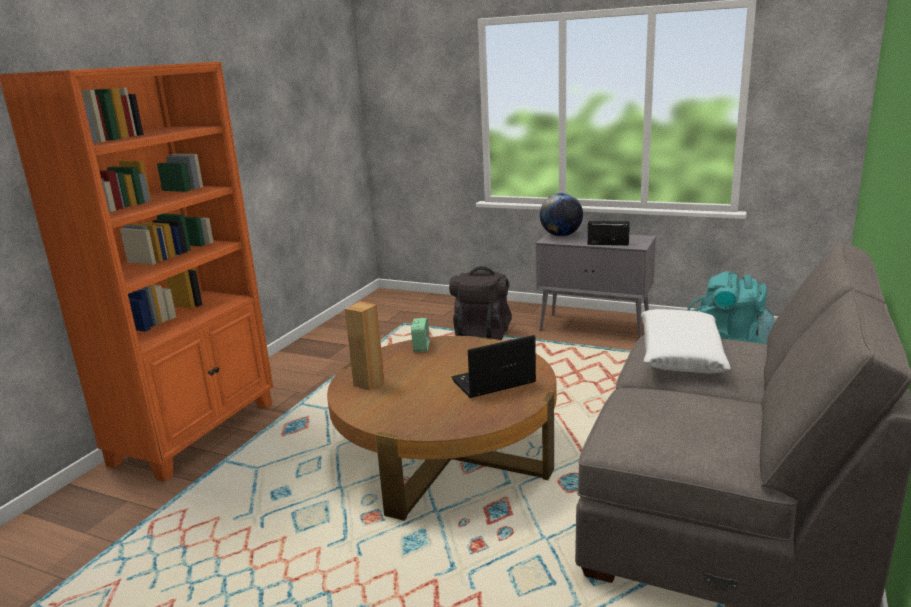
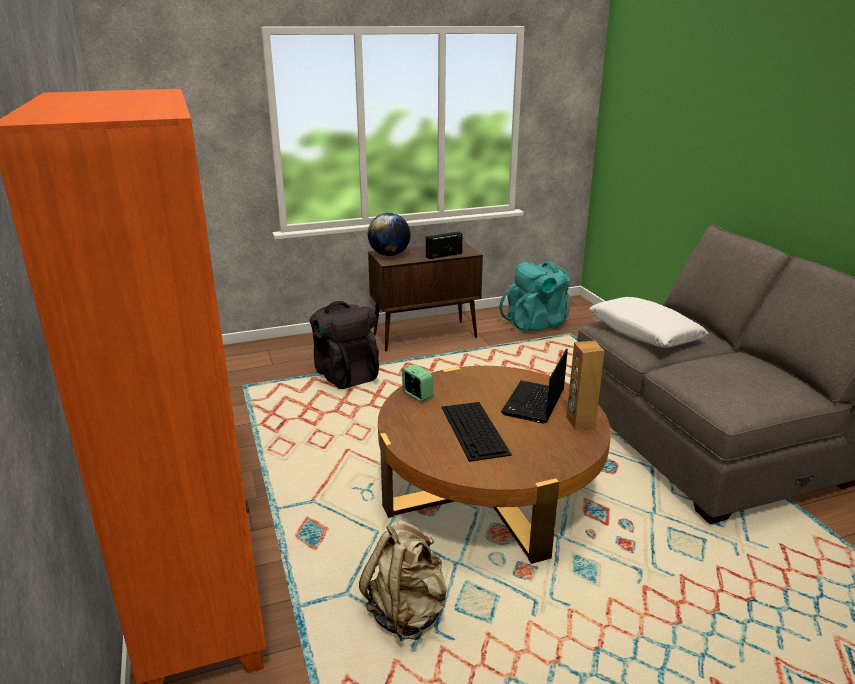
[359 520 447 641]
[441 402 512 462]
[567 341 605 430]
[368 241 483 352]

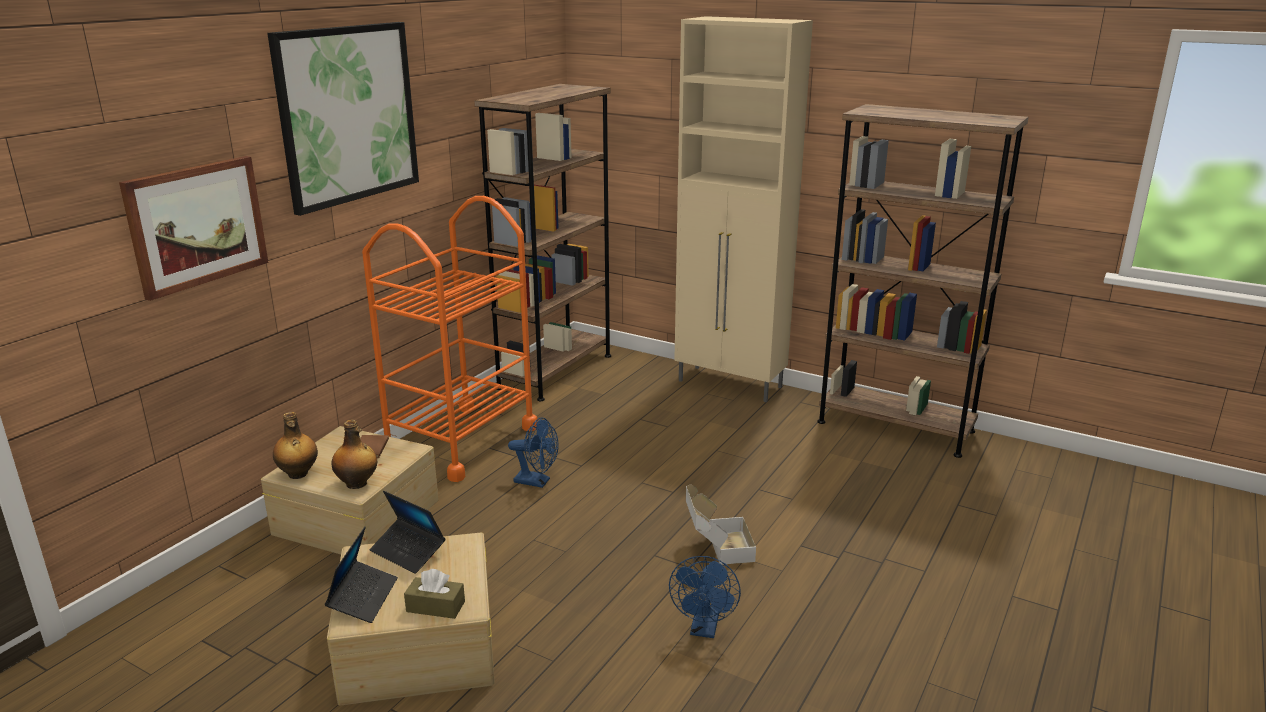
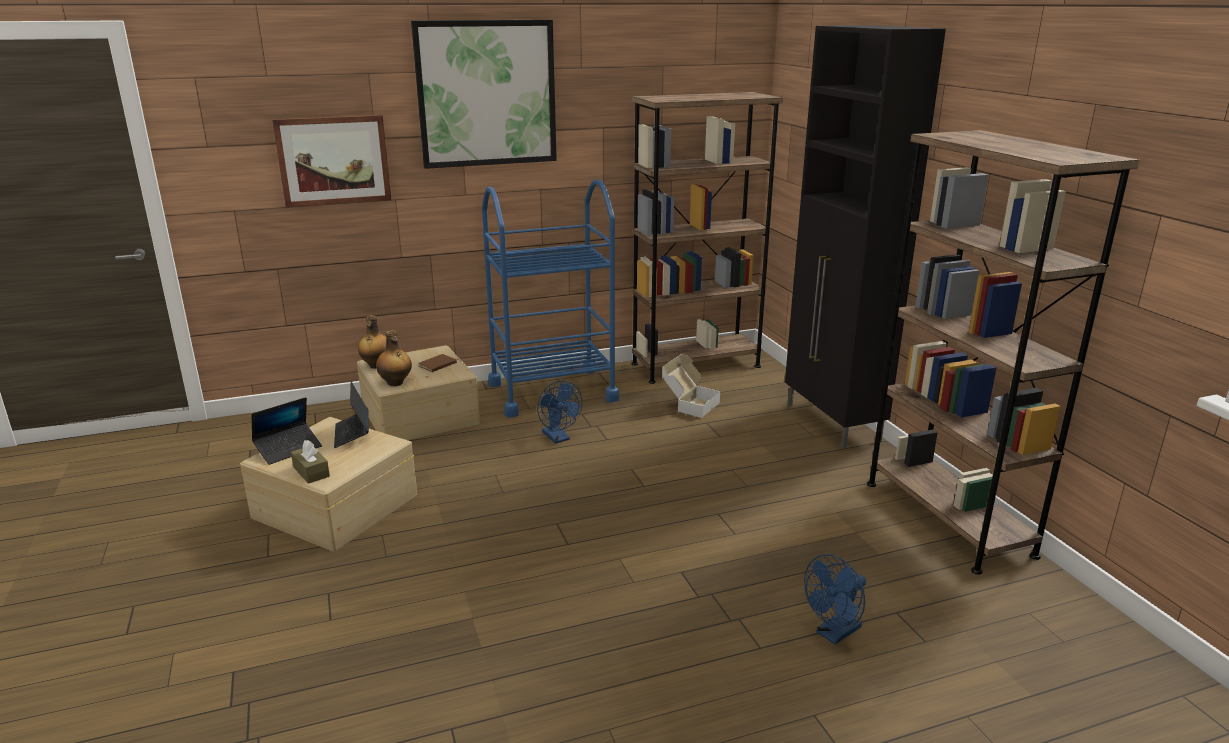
[804 554 866 645]
[662 354 720 418]
[482 179 619 417]
[785 25 946 449]

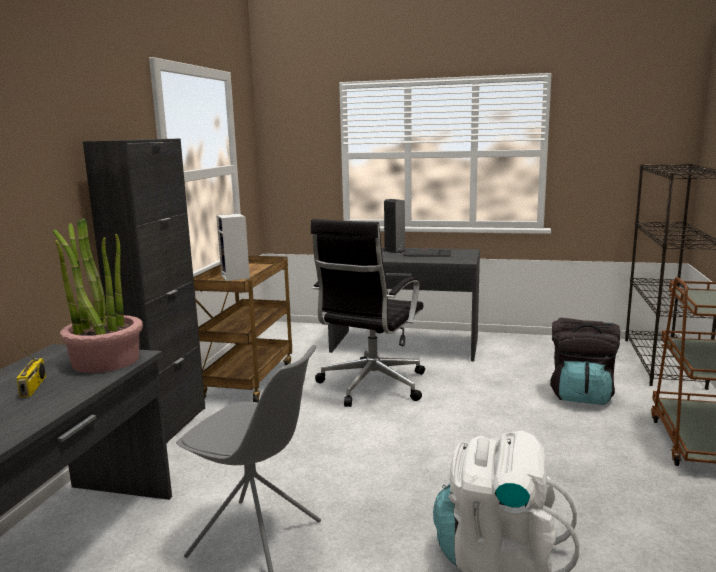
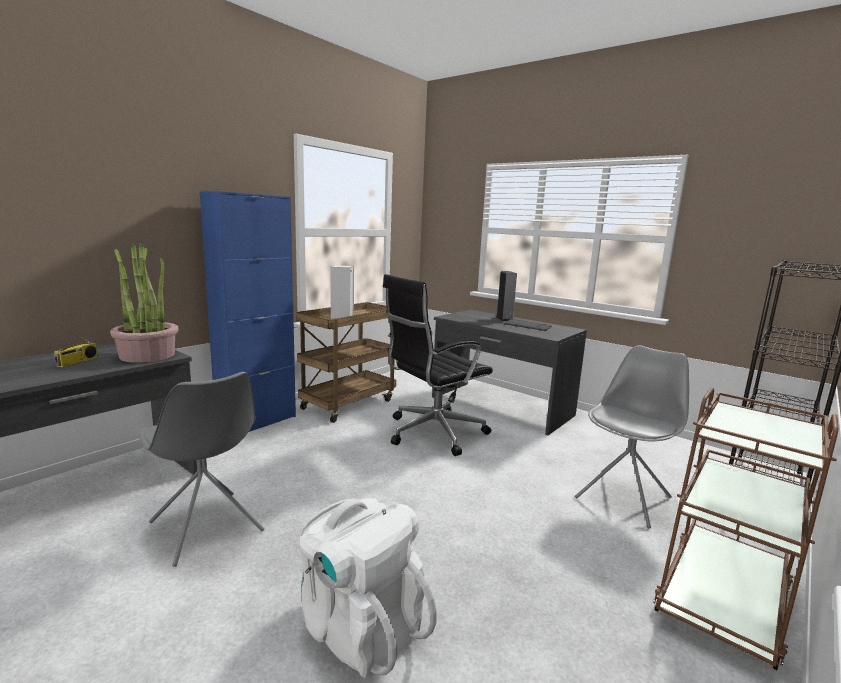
[575 345 689 528]
[200 191 296 432]

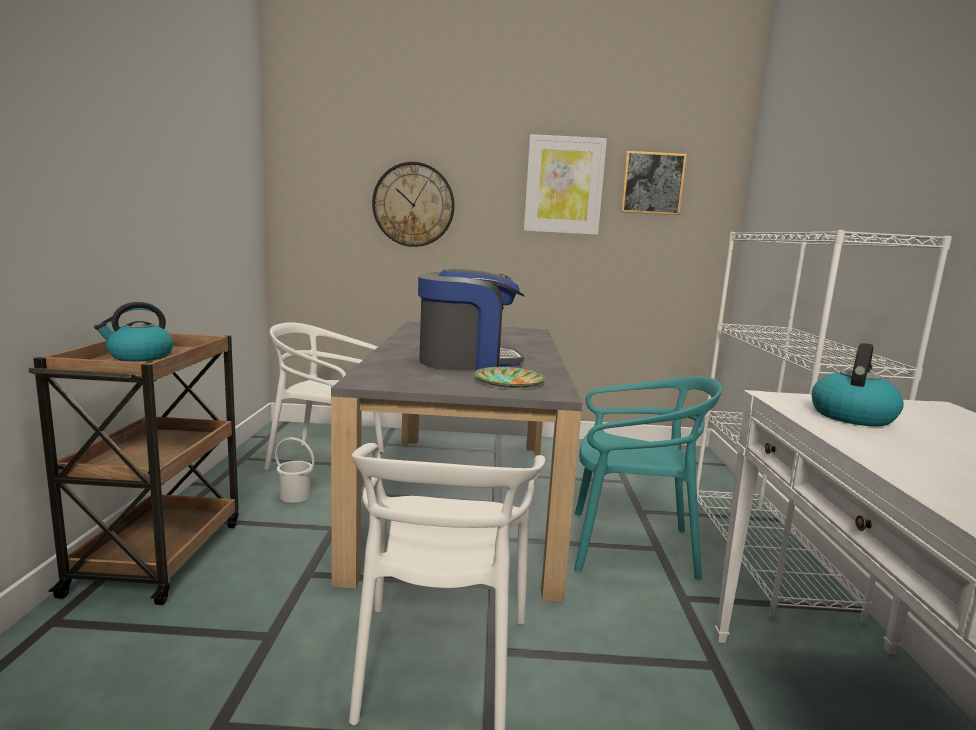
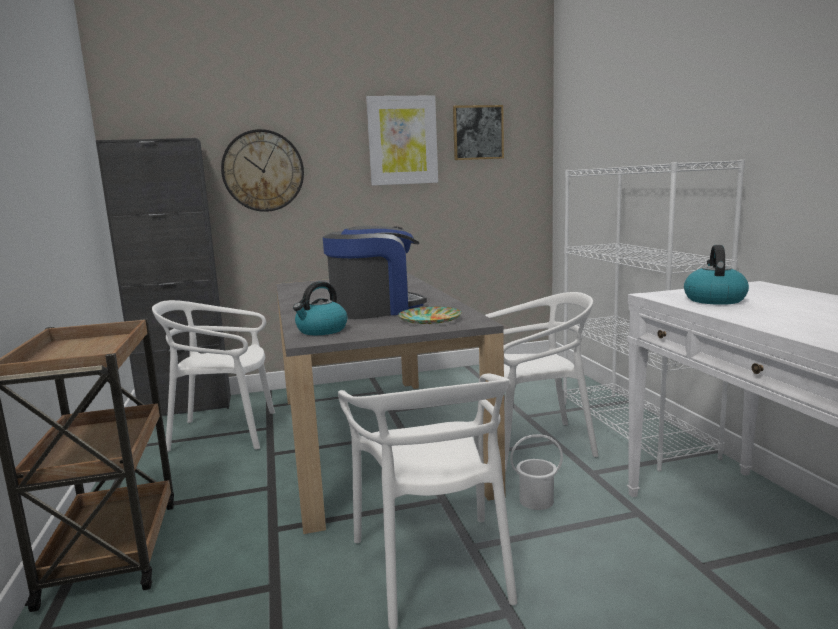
[96 138 231 416]
[293 281 348 335]
[510 434 563 510]
[477 292 599 472]

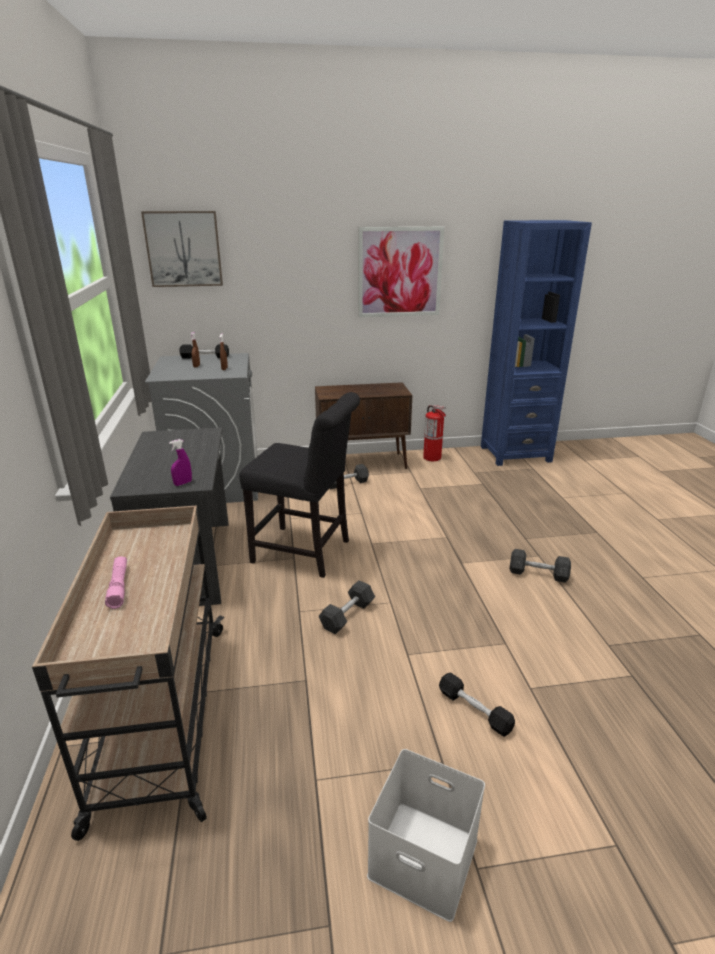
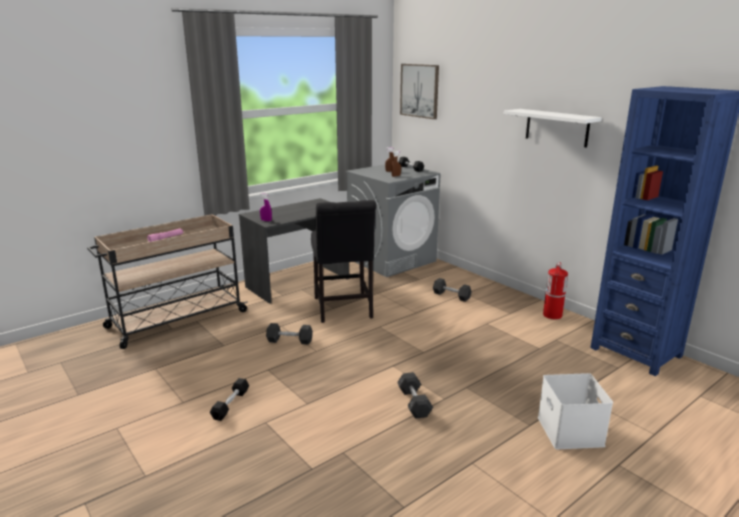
[315 382 412 469] (first image)
[538 373 613 449]
[504 109 602 147]

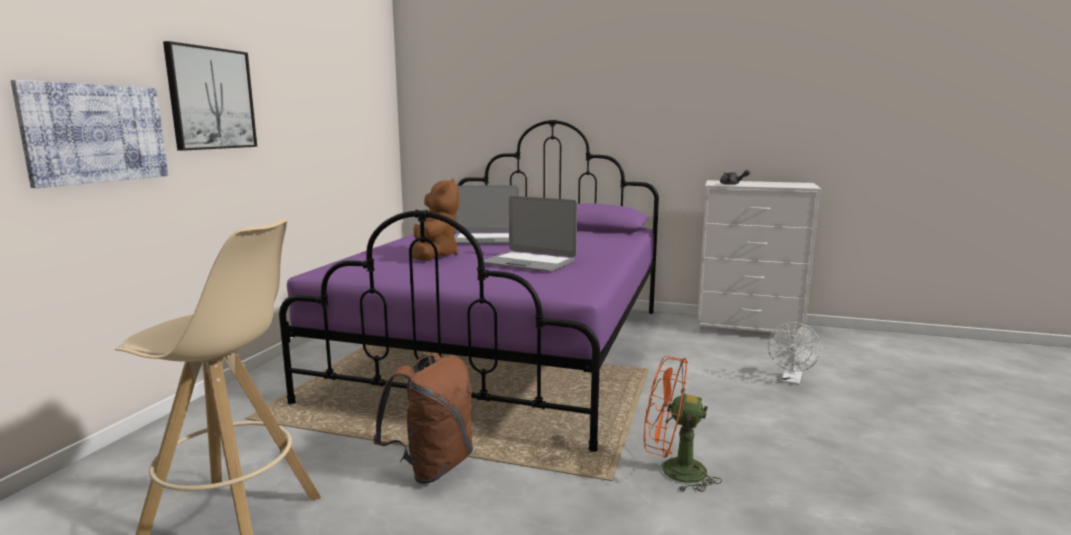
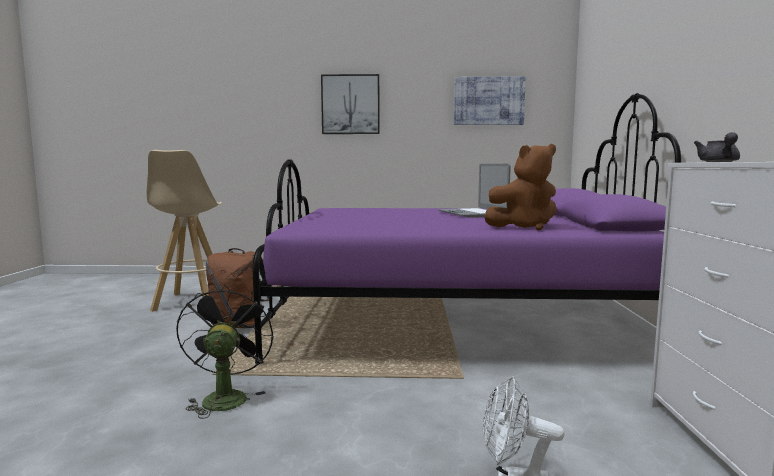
[484 196 577 272] (first image)
[454 76 526 125]
[485 144 556 231]
[176 284 274 419]

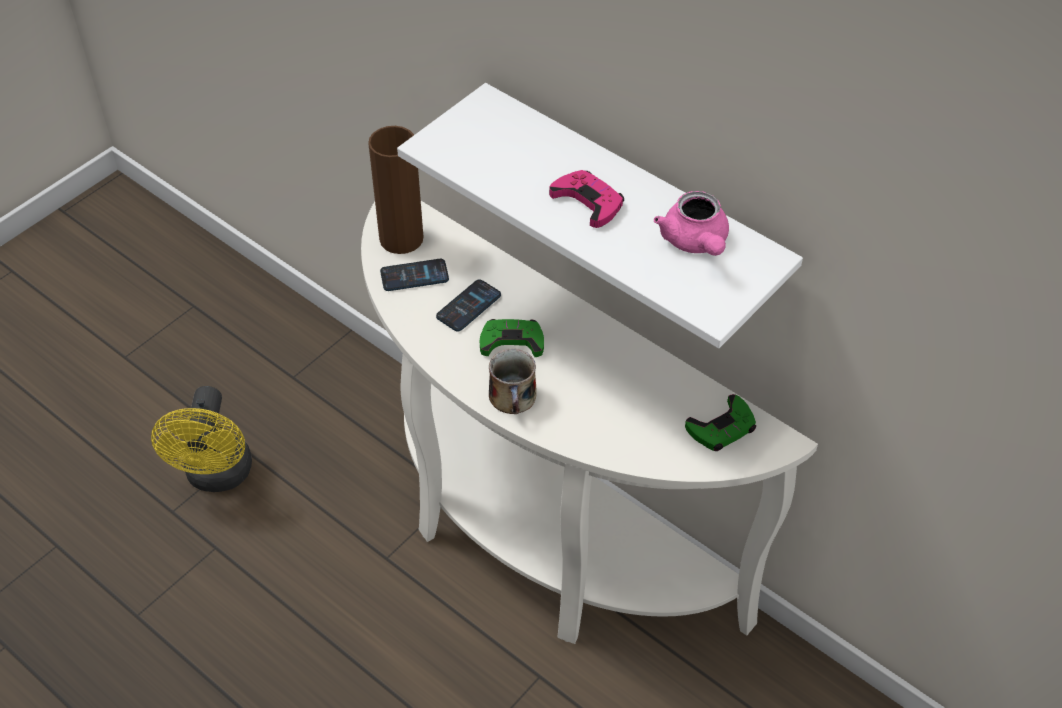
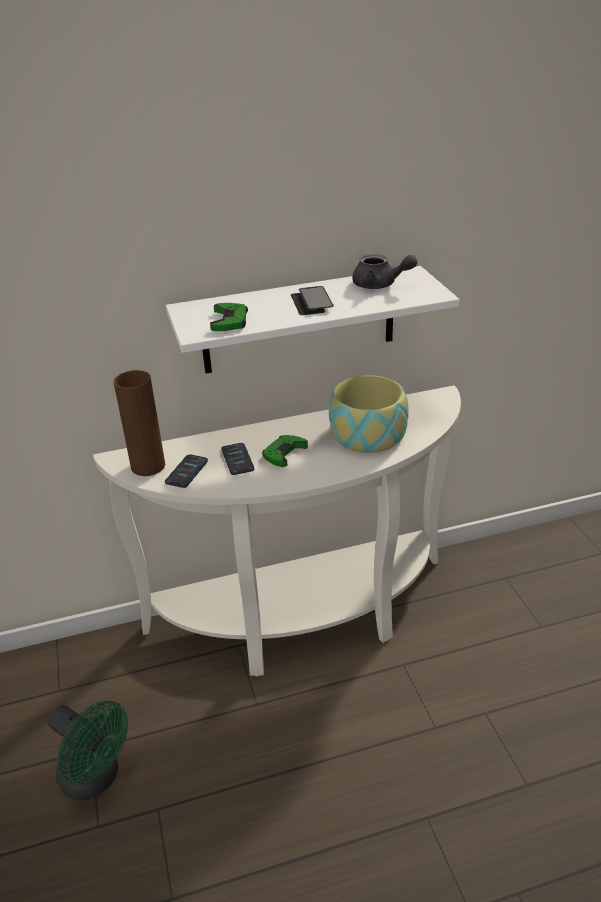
[489 348 537 414] (first image)
[329 375 409 453]
[210 303 248 331]
[291 286 334 315]
[48 701 128 801]
[352 254 417 289]

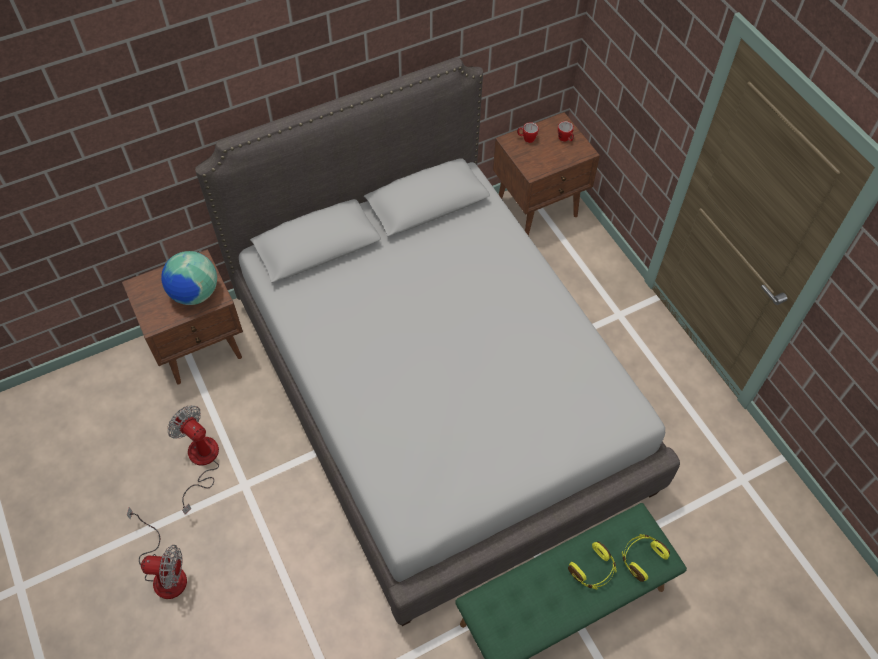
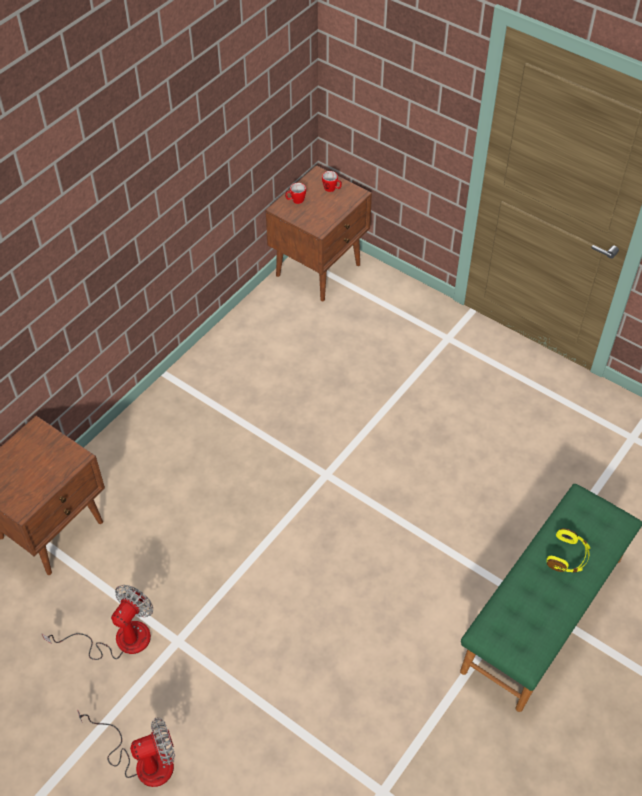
[161 251 217 305] (first image)
[195 57 680 626] (first image)
[622 534 670 582] (first image)
[42 585 153 660]

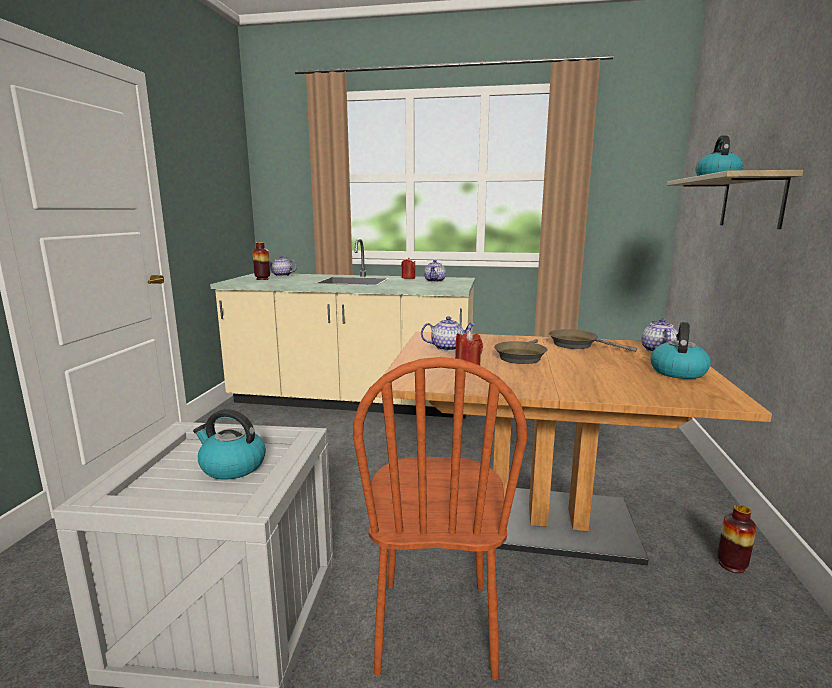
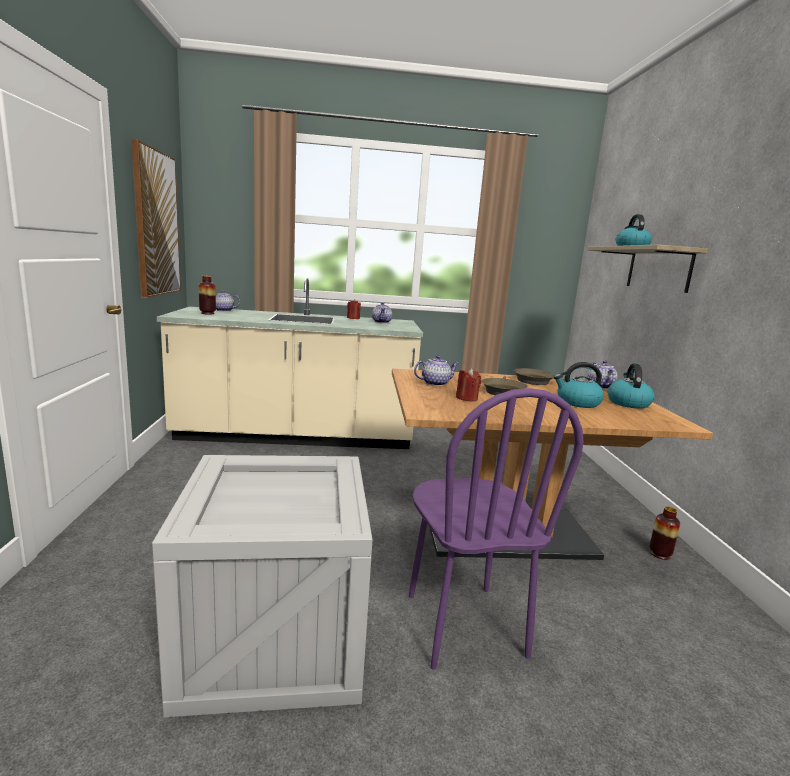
[131 139 181 298]
[554 362 604 408]
[409 388 584 670]

